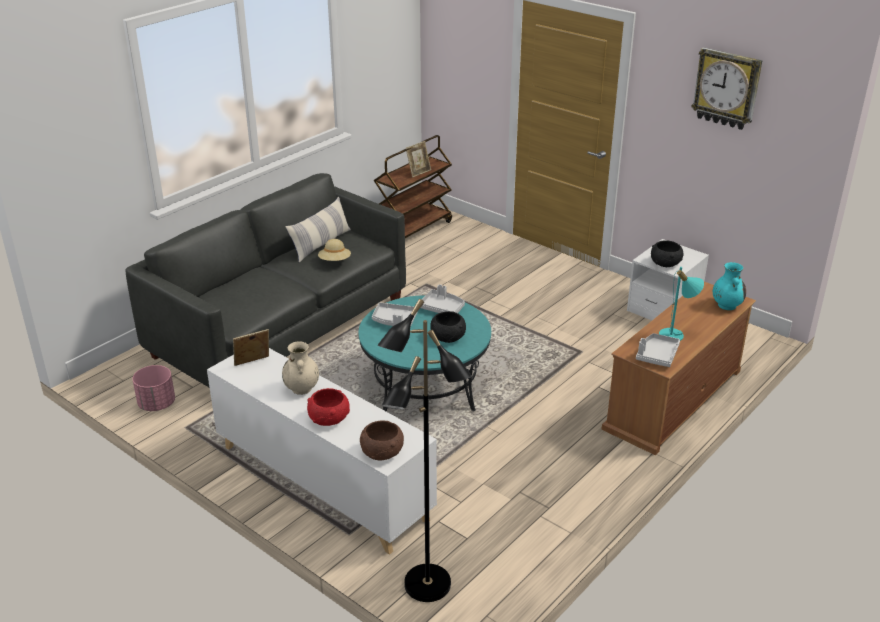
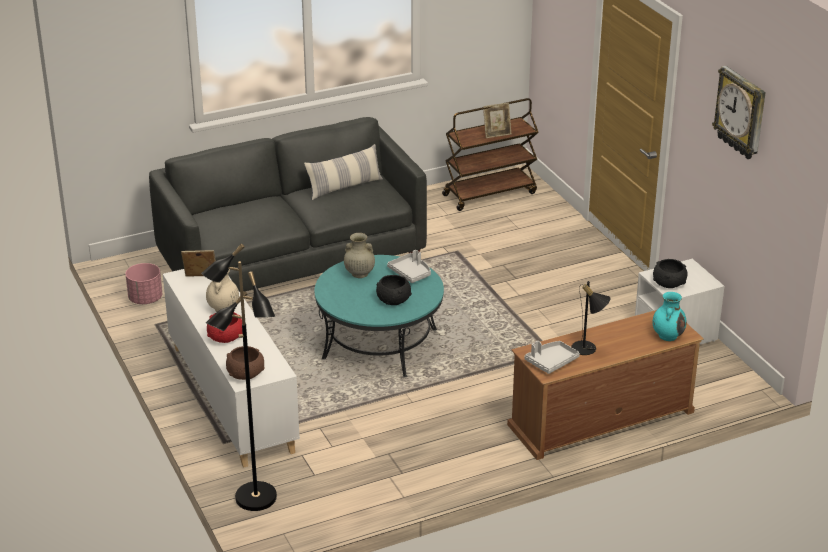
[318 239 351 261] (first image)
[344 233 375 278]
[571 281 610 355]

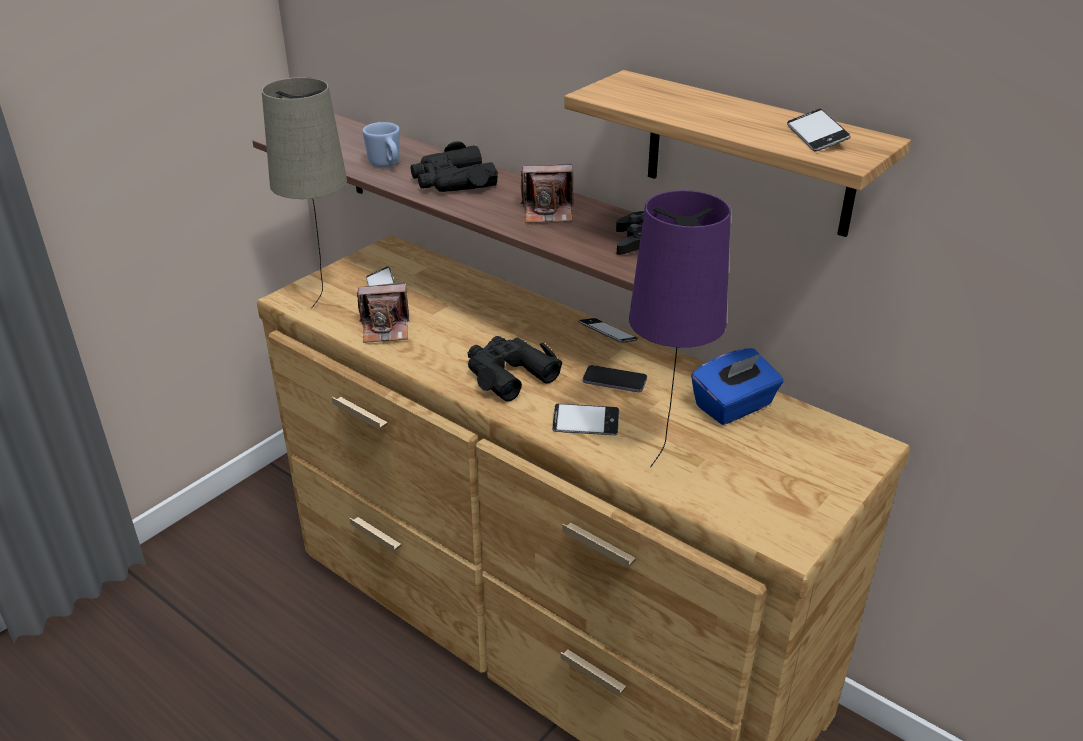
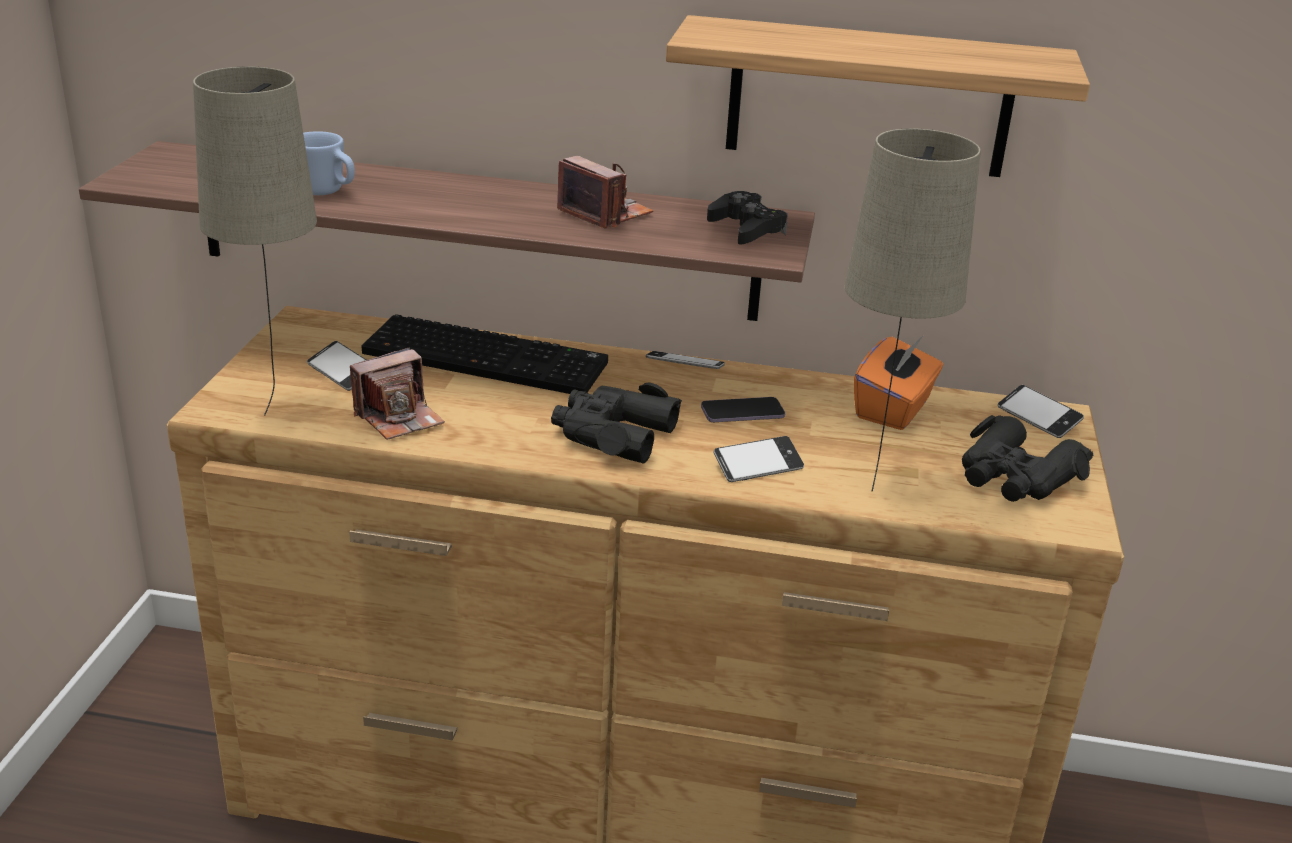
[361 314 608 394]
[962 415 1093 502]
[998 385 1084 438]
[845 128 981 492]
[854 335 943 430]
[557 156 653 229]

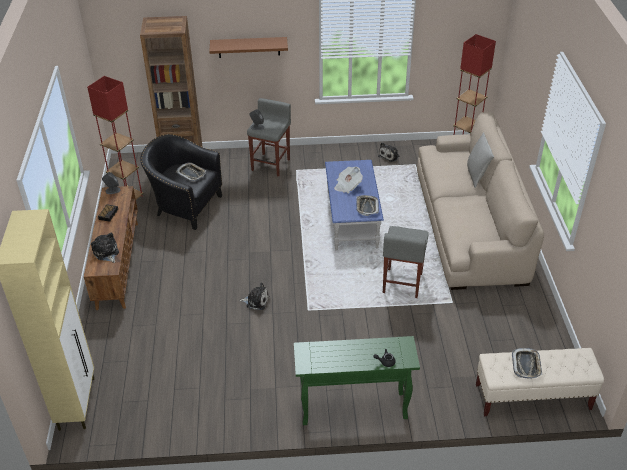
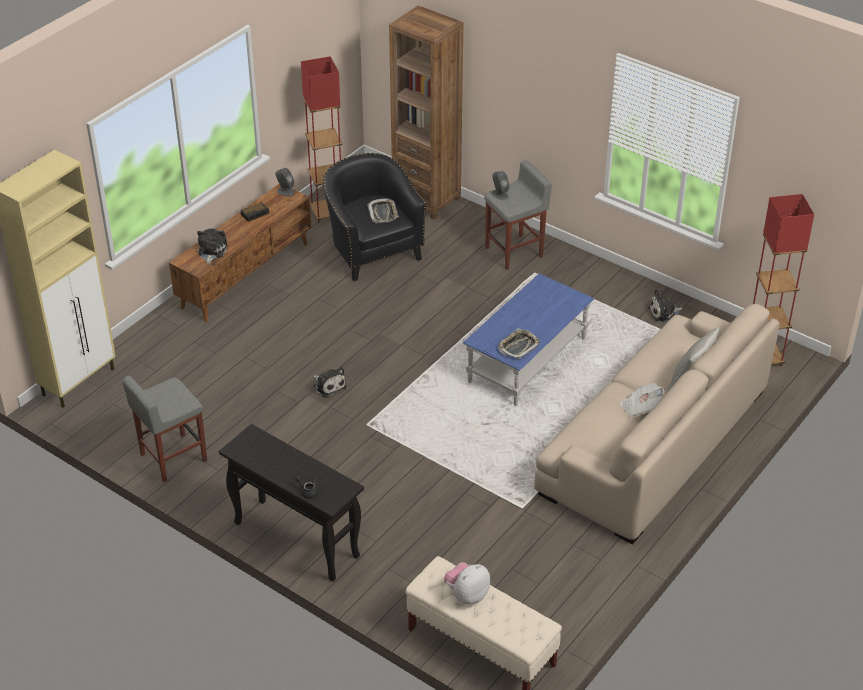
[209 37 288 58] (first image)
[620 383 665 417]
[123 376 207 482]
[444 562 490 604]
[219 424 364 582]

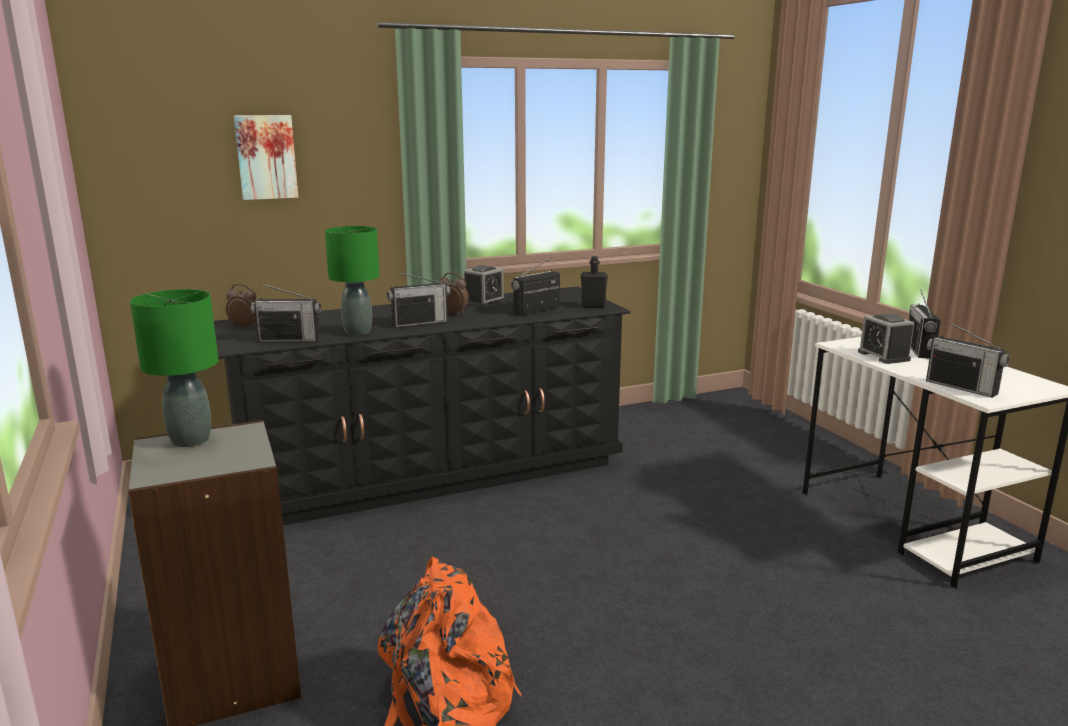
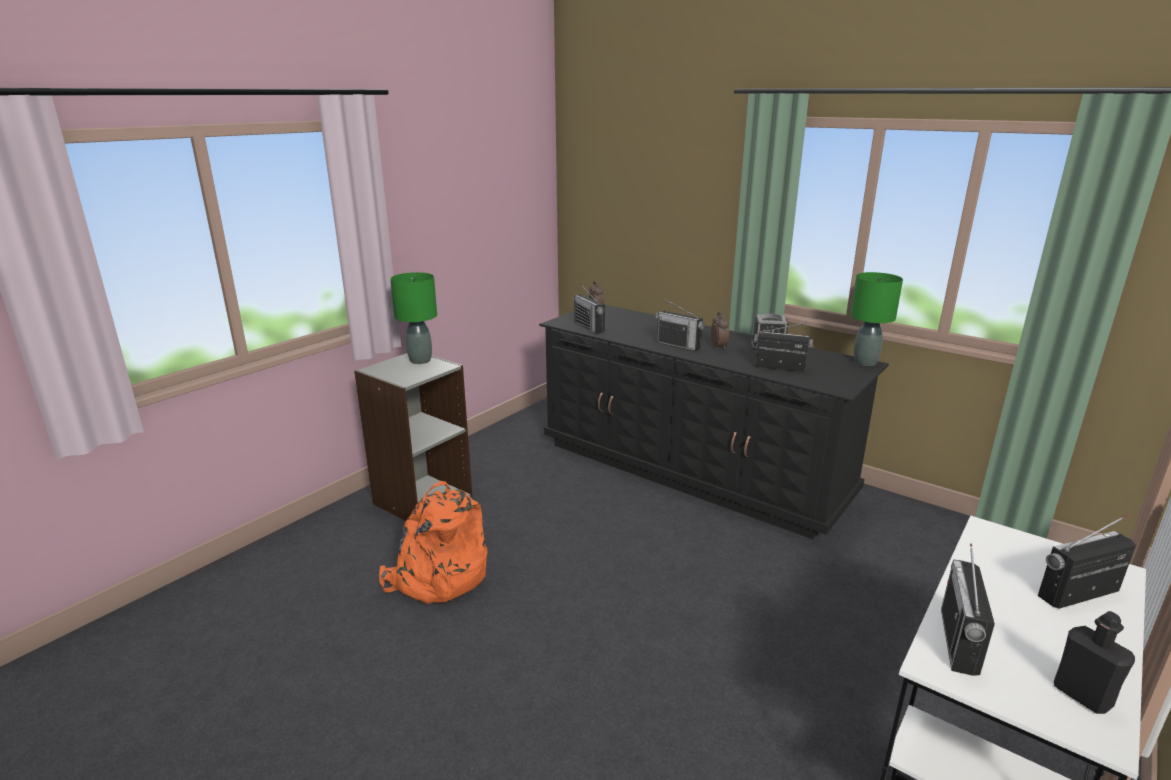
[234 115 298 200] (first image)
[858 313 914 364] (first image)
[850 272 903 366]
[1054 611 1135 714]

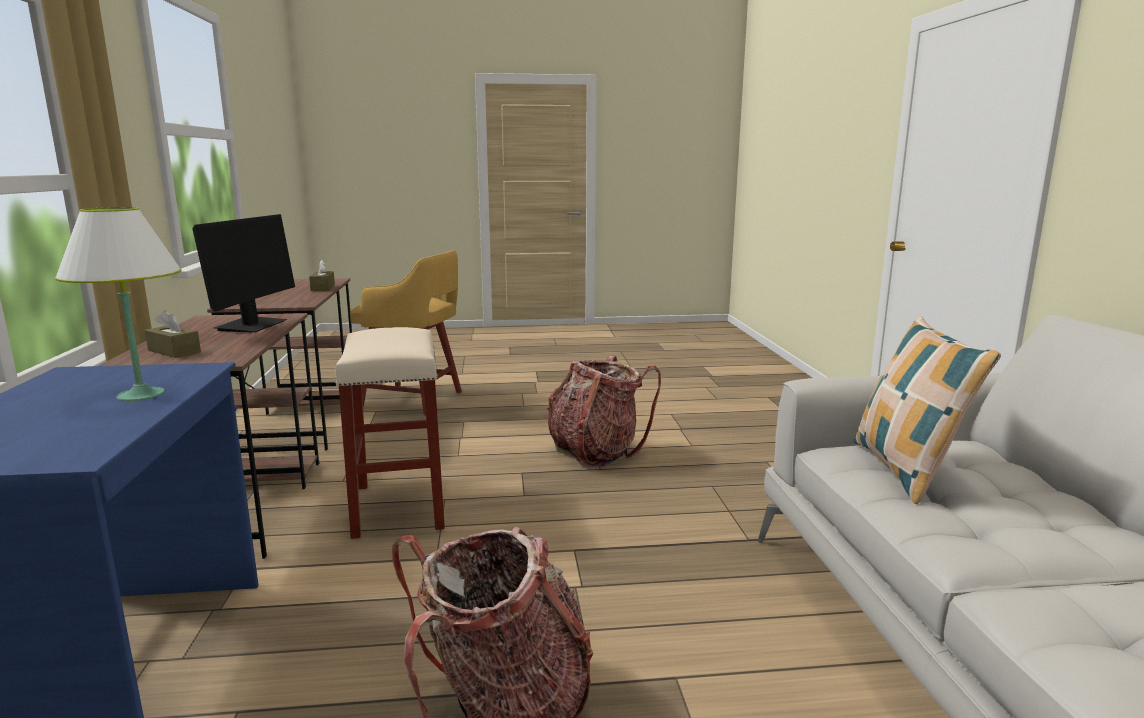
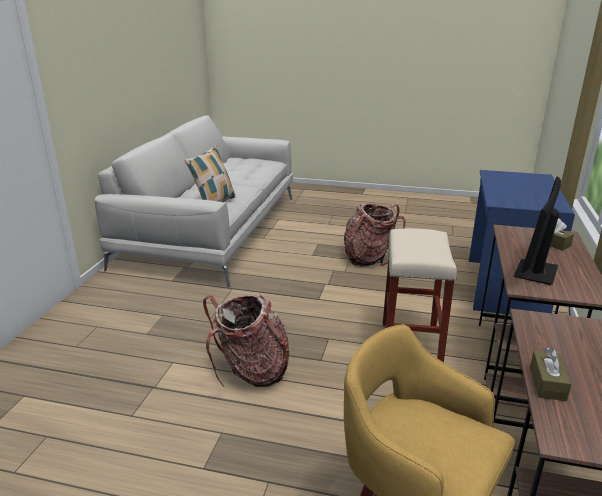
[55 207 182 401] (first image)

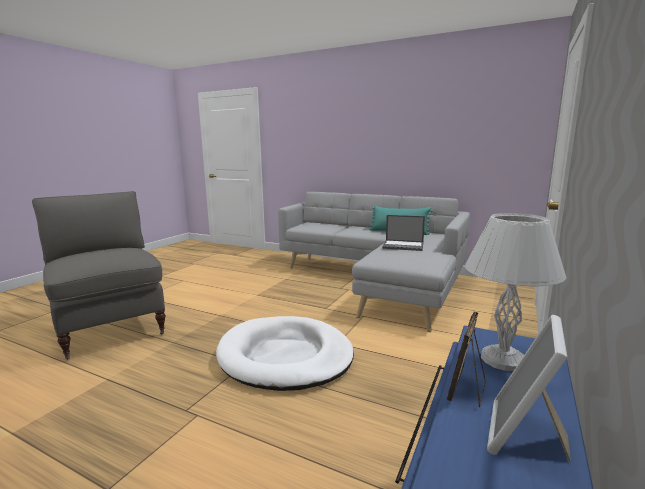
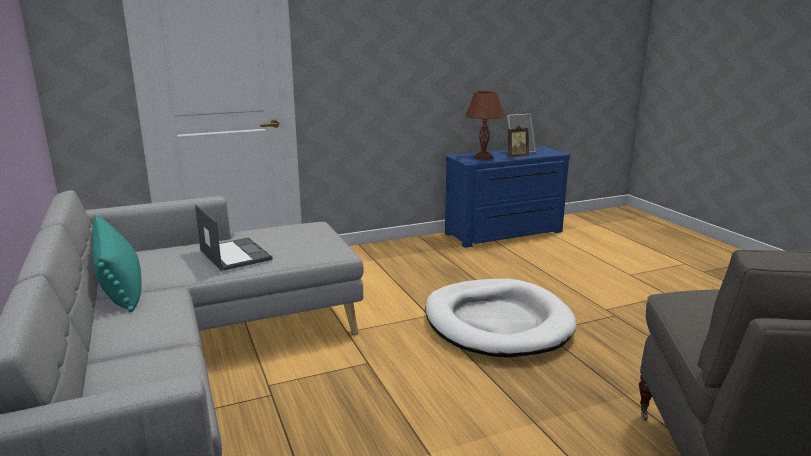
[466 91 505 159]

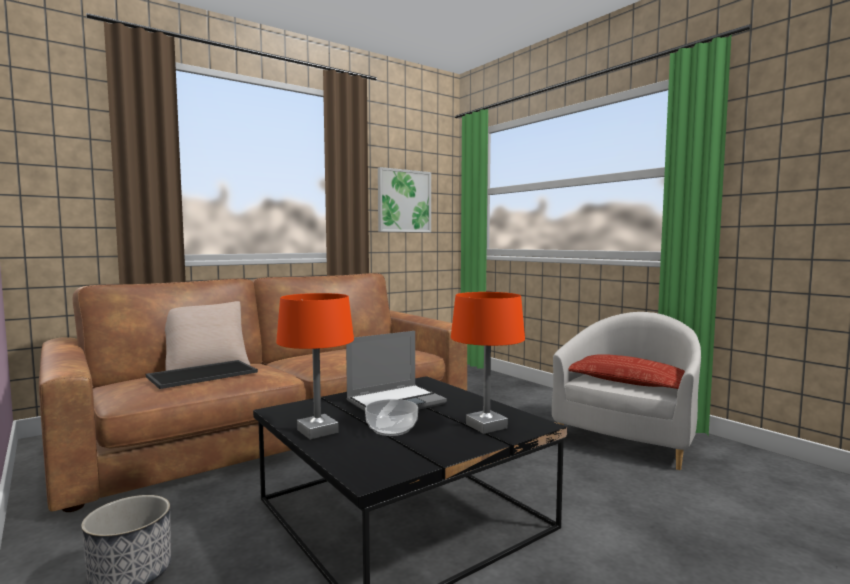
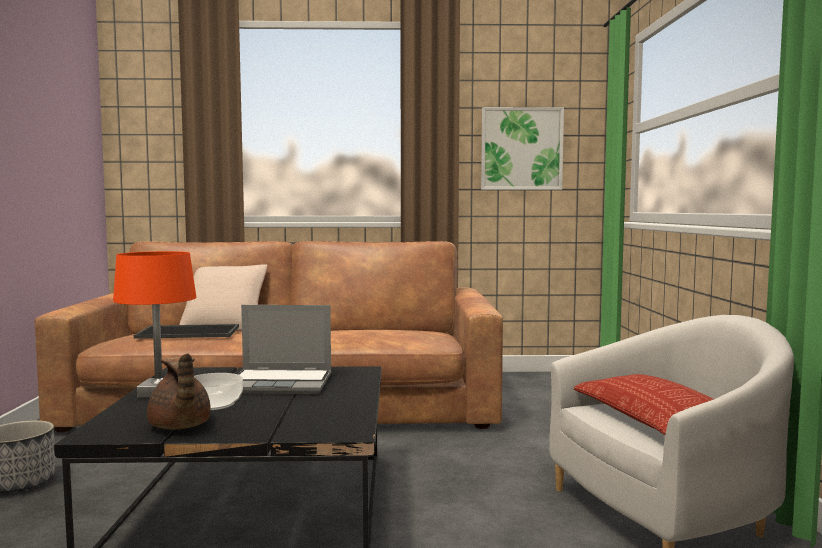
[451 292 525 434] (first image)
[147 353 211 430]

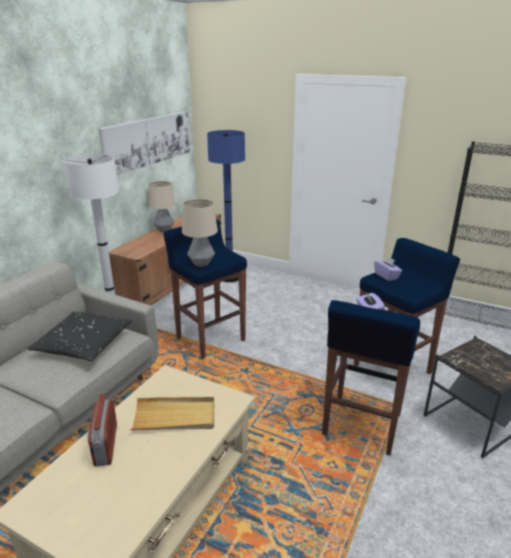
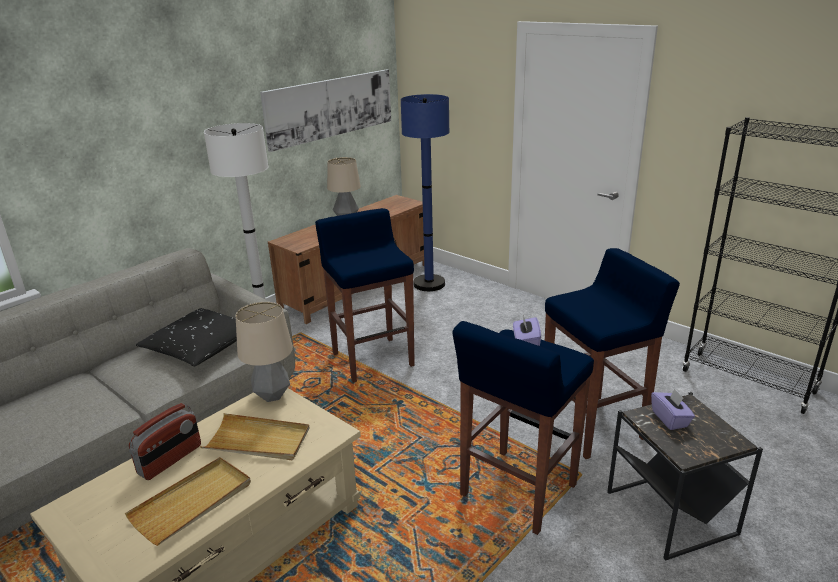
[125 457 251 546]
[236 302 293 402]
[651 388 695 430]
[129 403 201 480]

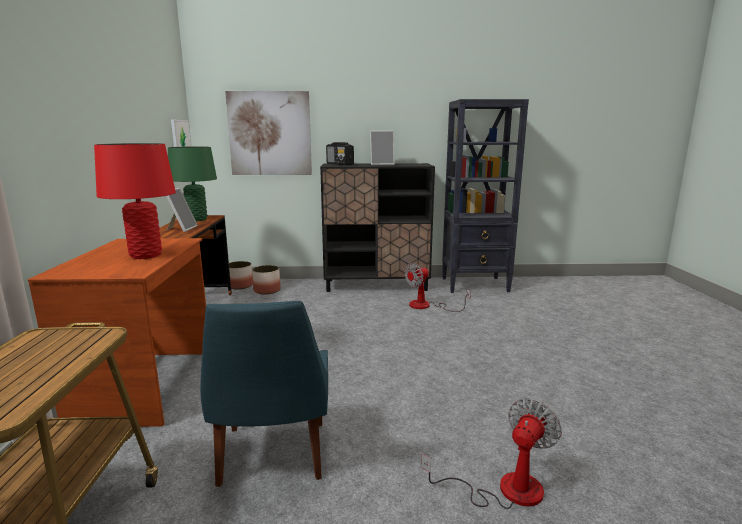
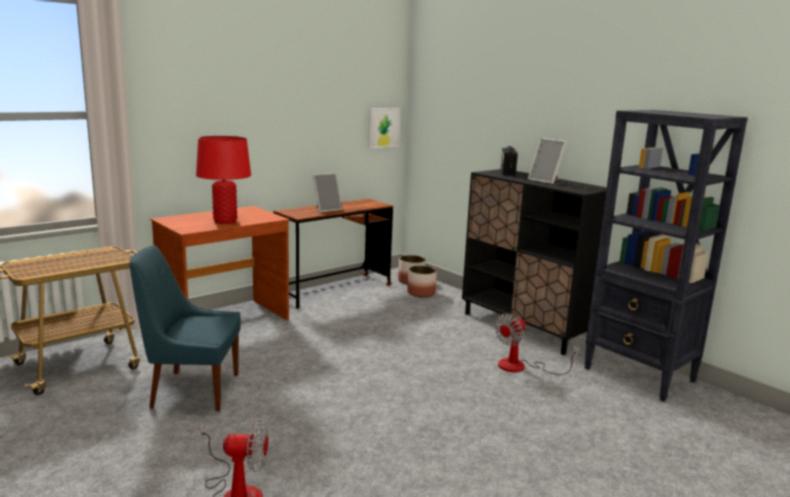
[168 146 217 222] (first image)
[225 91 312 175] (first image)
[129 245 240 411]
[495 313 579 375]

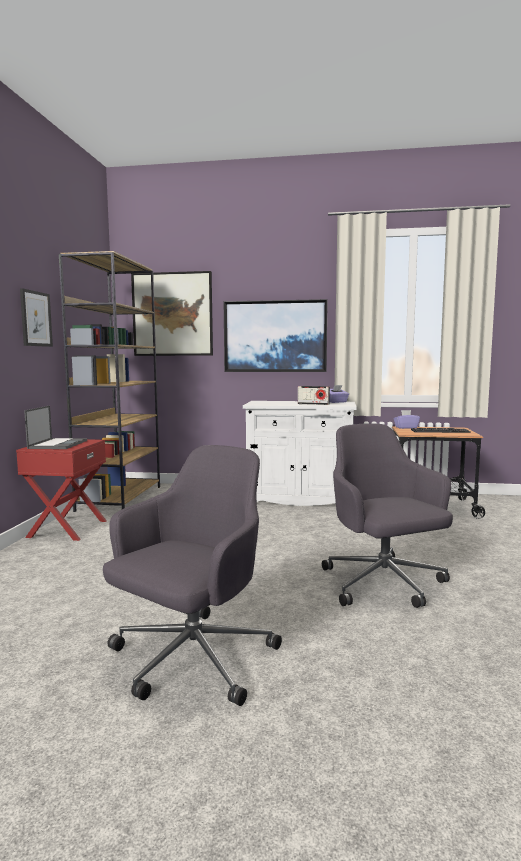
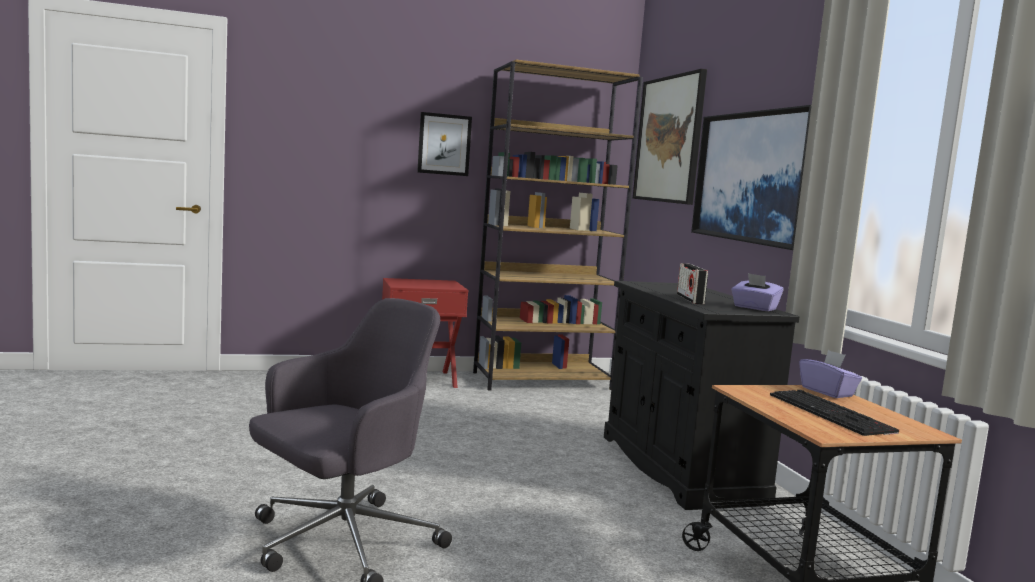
[24 406 87 449] (first image)
[103 445 282 706] (first image)
[604 281 799 510]

